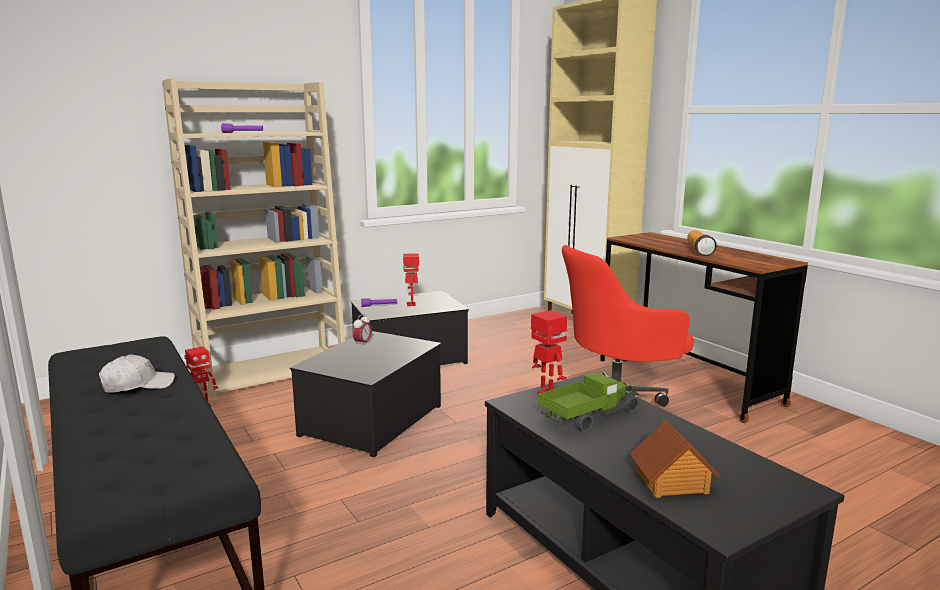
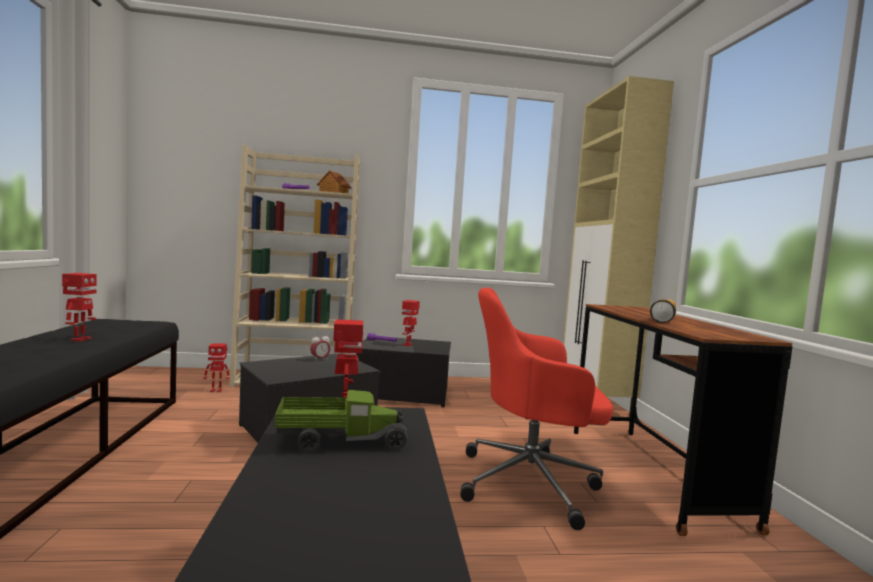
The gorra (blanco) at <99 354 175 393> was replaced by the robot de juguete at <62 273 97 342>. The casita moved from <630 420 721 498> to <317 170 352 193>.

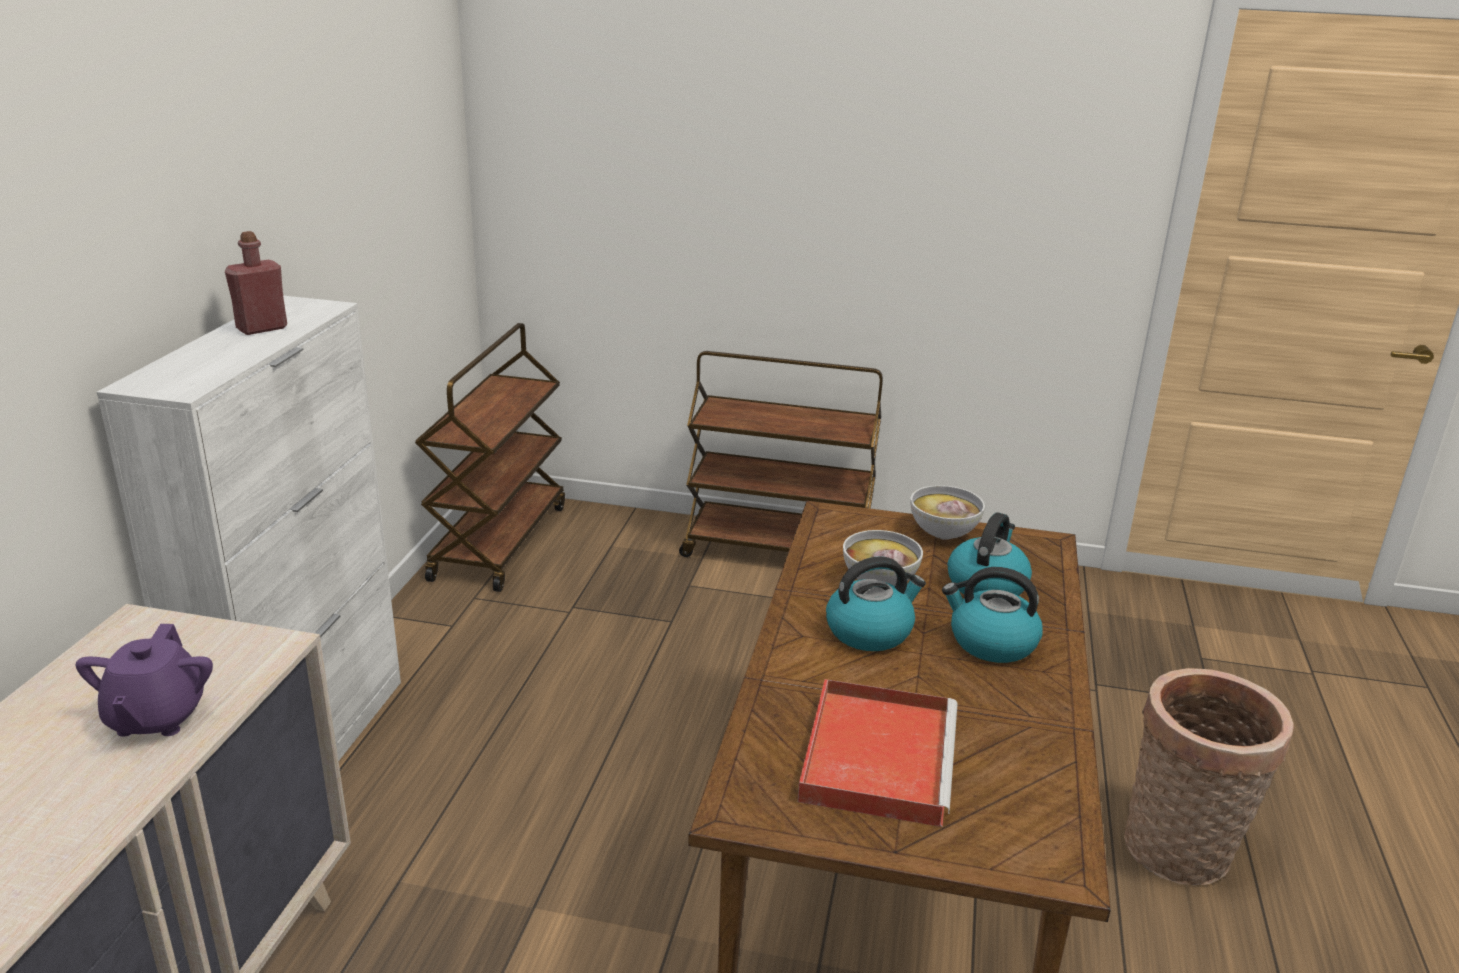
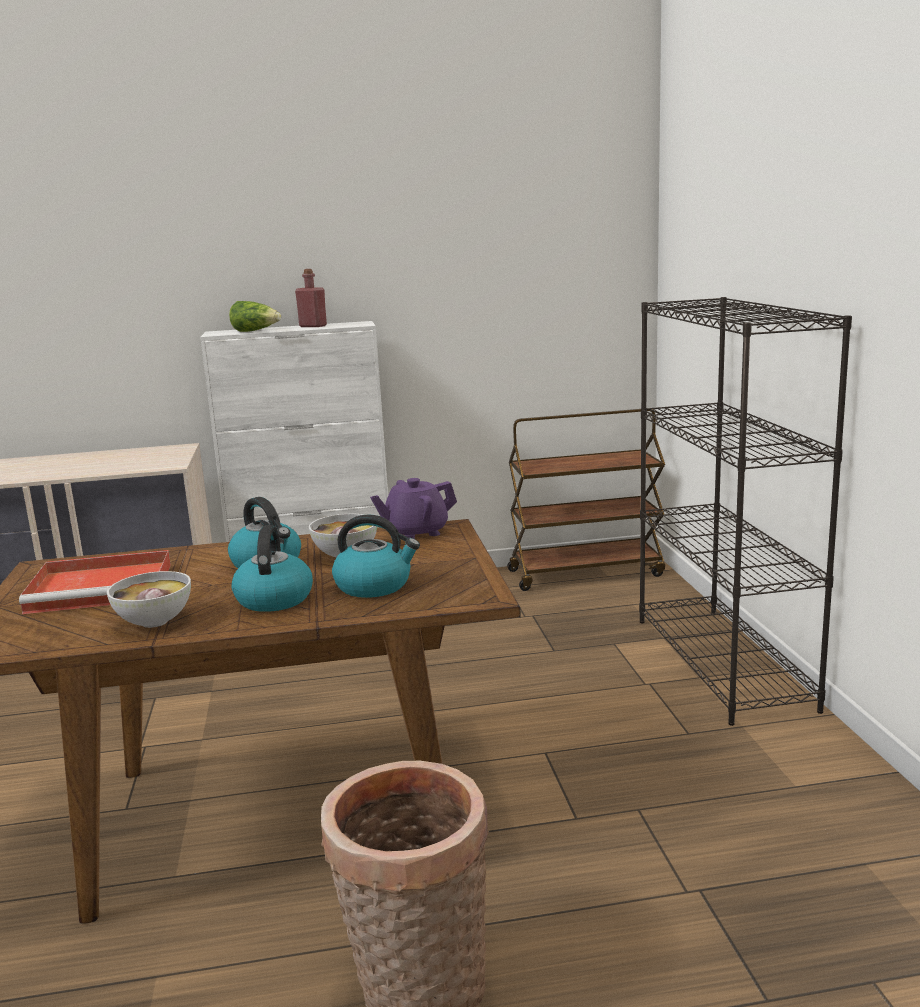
The carrito (marrón) at <679 351 883 557> was replaced by the estantería (negro) at <639 297 852 726>. The cuenco moved from <910 485 985 540> to <107 571 191 628>. The tetera (morado) moved from <76 624 213 737> to <370 478 457 539>. The lechuga at <229 301 281 332> appeared.

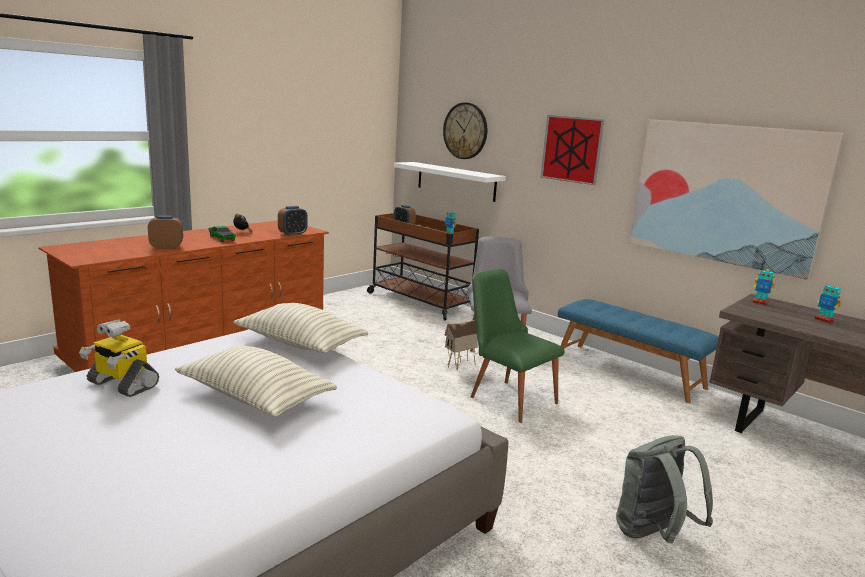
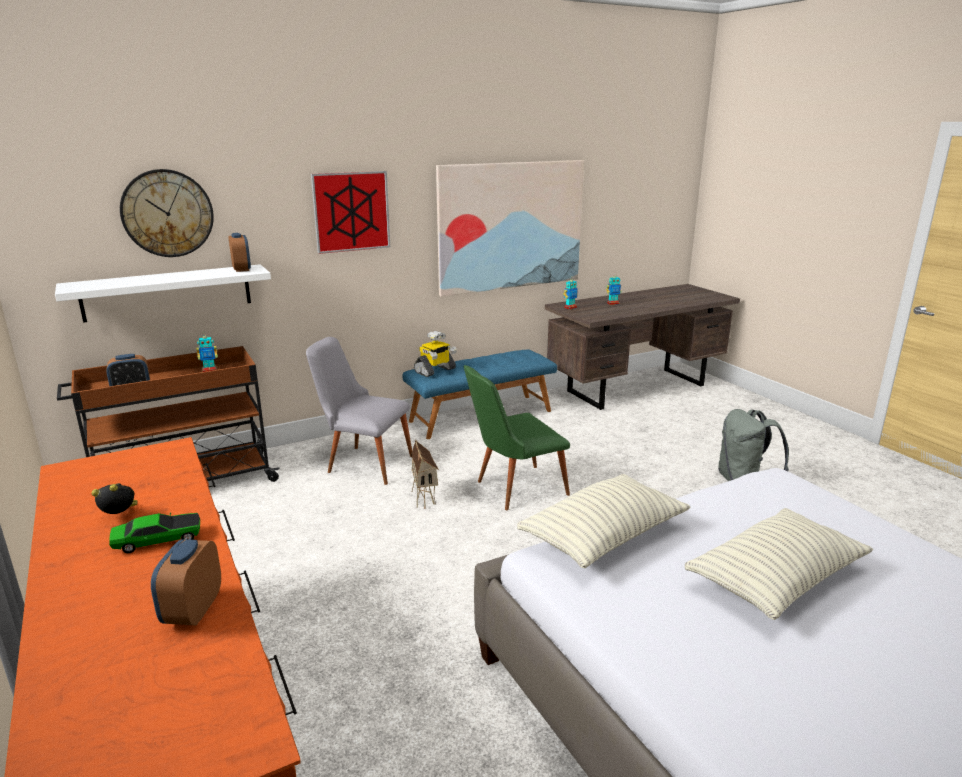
The despertador moved from <278 206 308 236> to <228 233 251 272>. The robot de juguete moved from <79 319 159 397> to <414 331 457 377>.

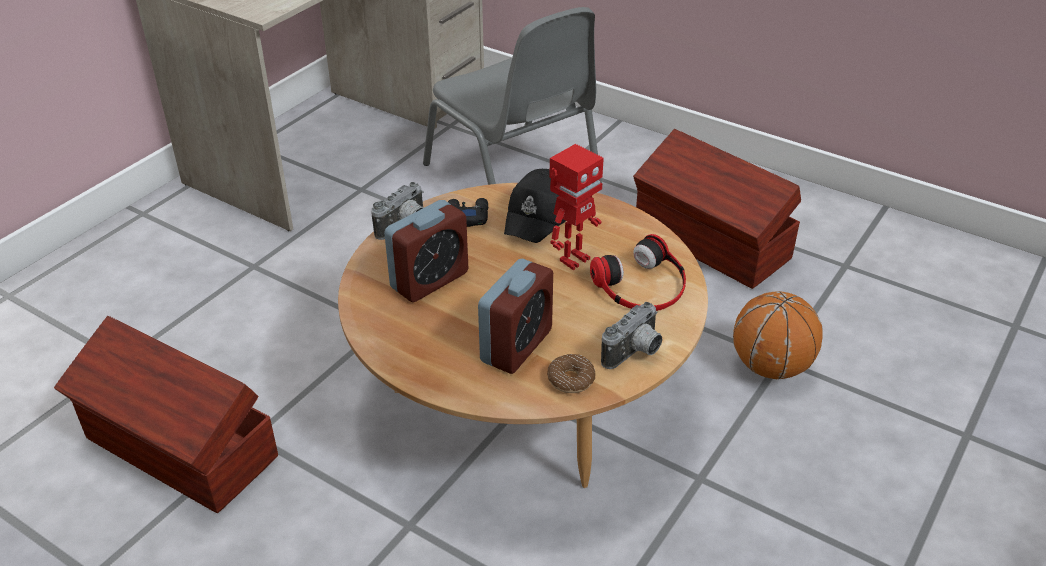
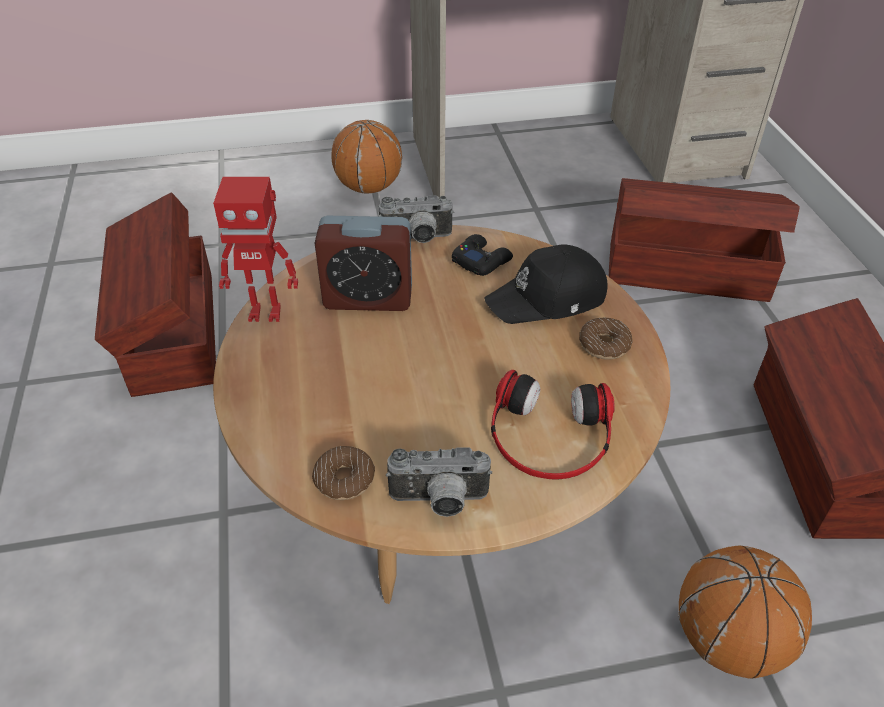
The silla (gris) at <423 7 602 185> was replaced by the caja de almacenaje (marrón) at <609 178 800 302>. The robot de juguete moved from <549 144 604 270> to <213 177 298 322>. The despertador at <478 259 553 374> disappeared. The balón de baloncesto at <332 120 402 193> appeared. The rosquilla at <579 318 632 360> appeared.

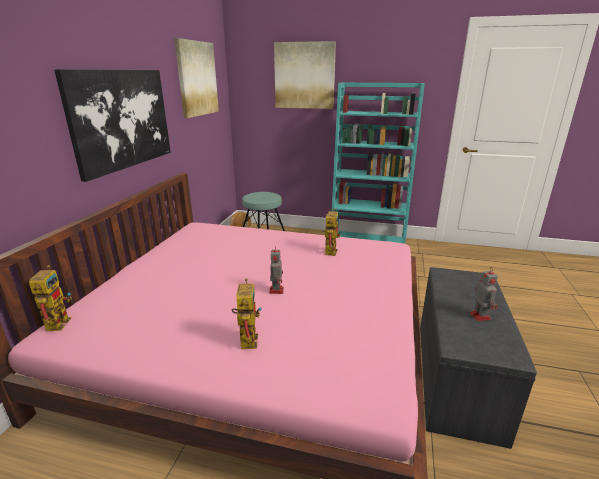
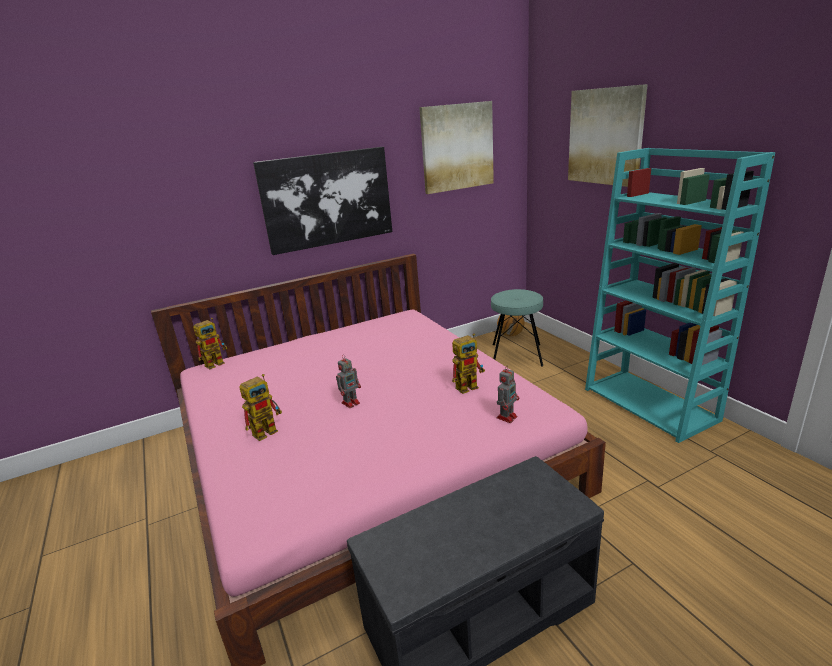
The robot de juguete moved from <470 268 498 321> to <497 365 519 423>.

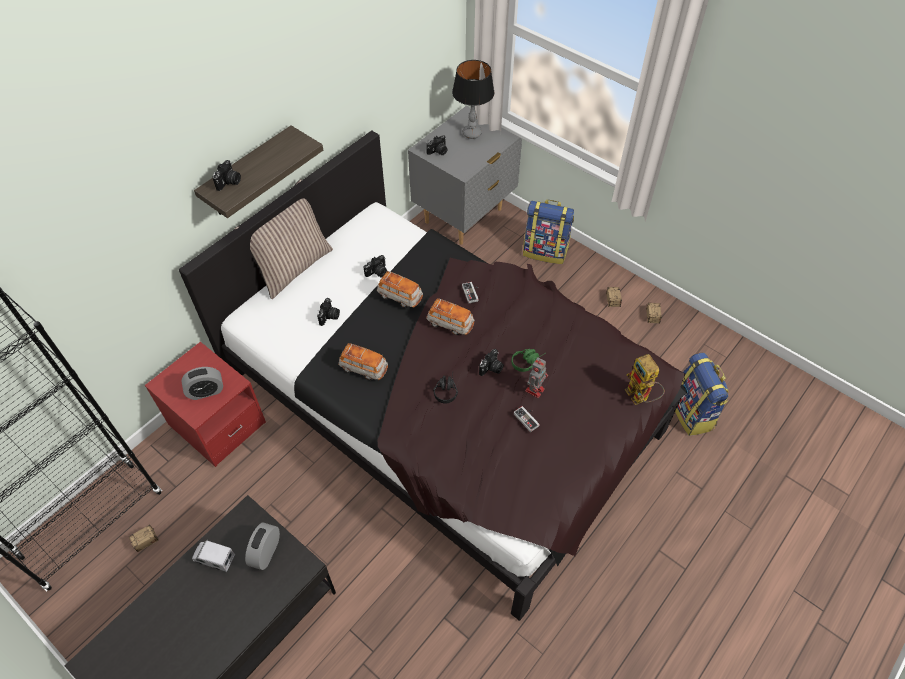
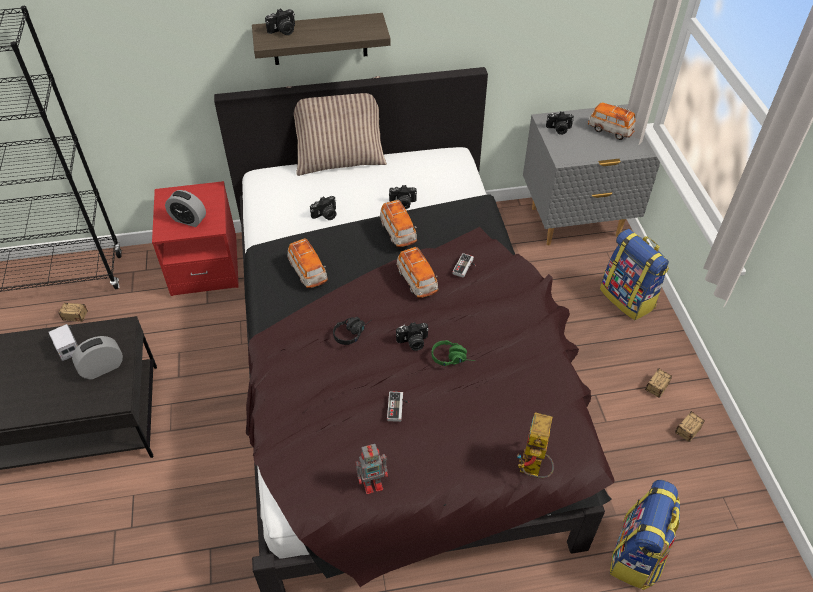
The lámpara de mesa at <452 60 494 139> was replaced by the coche de juguete at <588 103 636 140>. The robot de juguete moved from <525 357 548 398> to <356 444 388 494>.

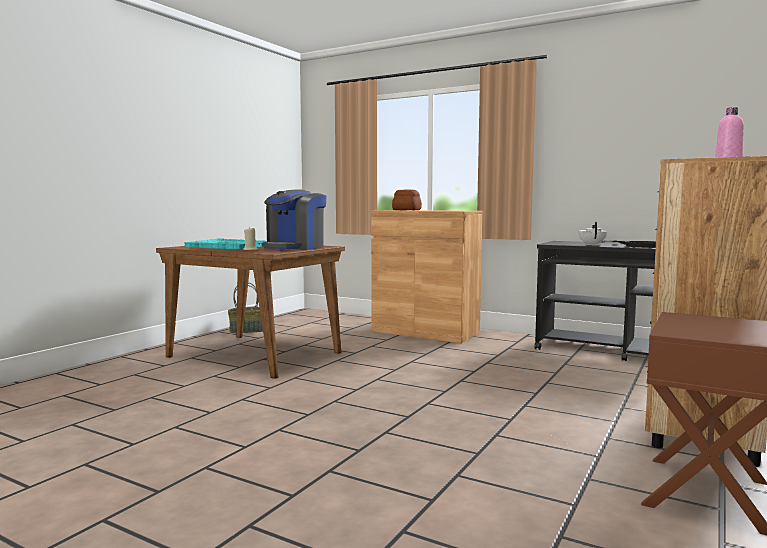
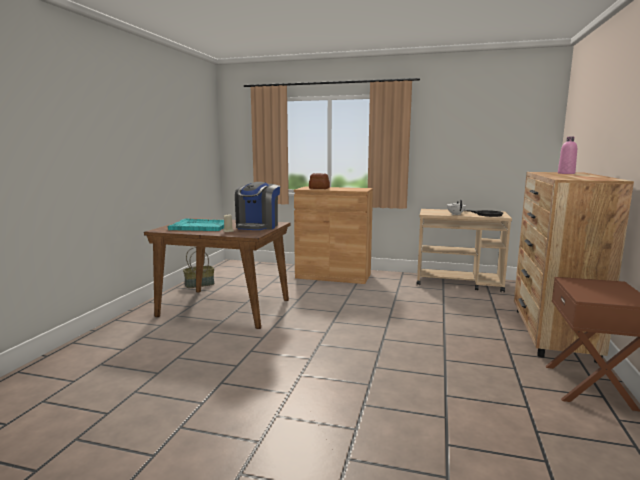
The carrito (negro) at <534 241 656 361> became the carrito (beis) at <416 209 512 292>.

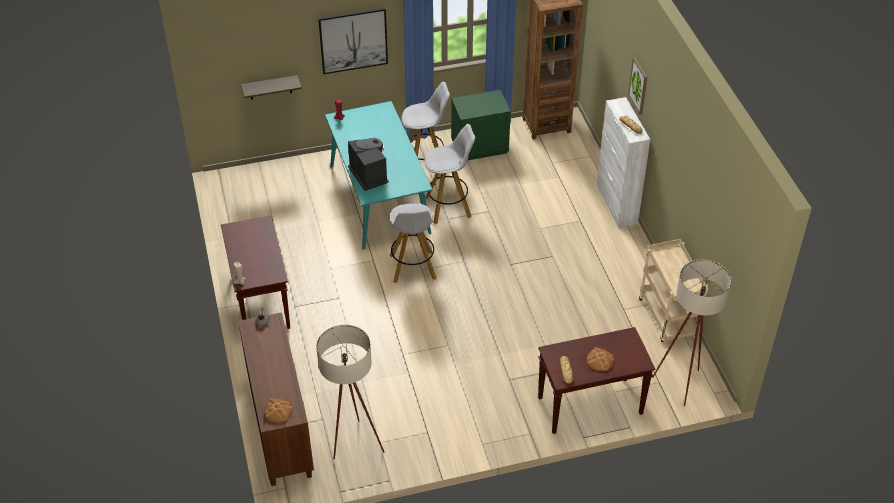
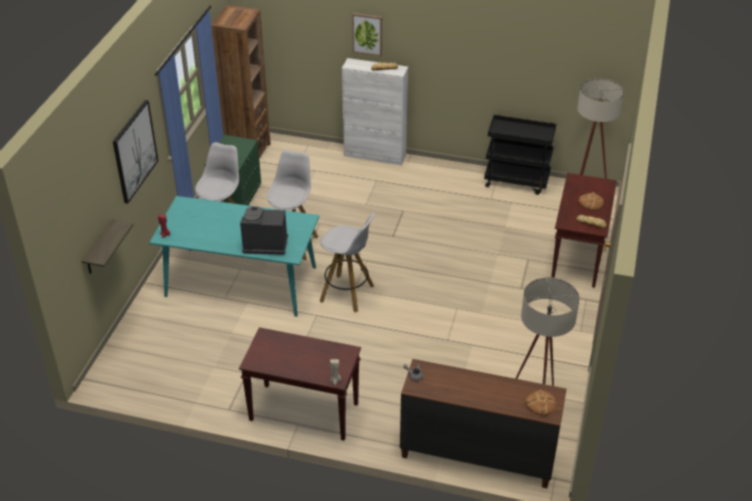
The carrito (beis) at <639 239 709 342> became the carrito (negro) at <484 115 556 195>.

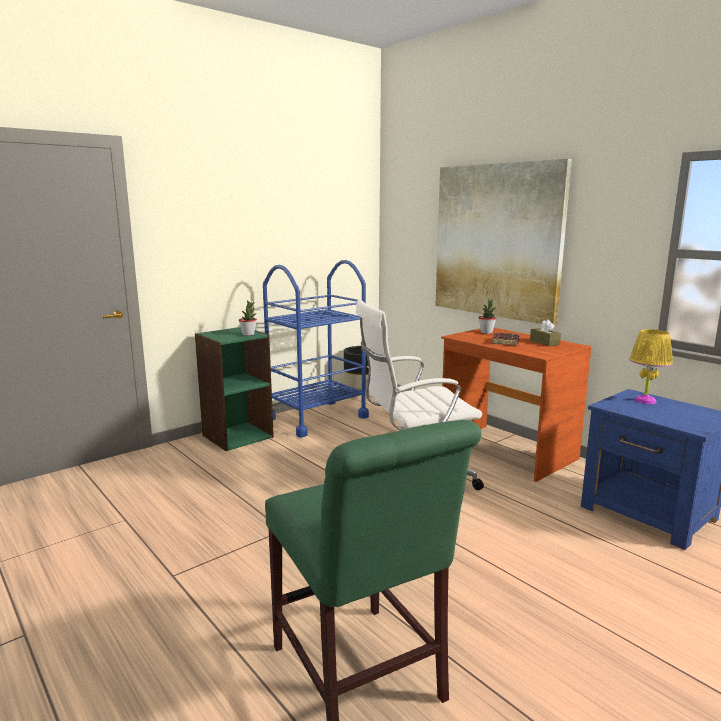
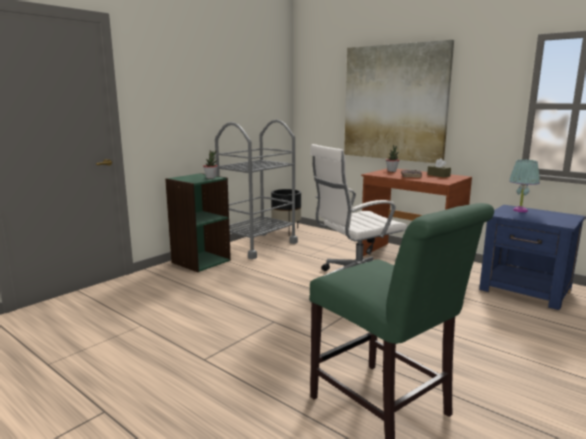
The carrito (azul) at <263 260 369 437> became the carrito (gris) at <215 120 298 259>. The lámpara de mesa (amarillo) at <629 329 673 404> became the lámpara de mesa (turquesa) at <509 160 540 212>.

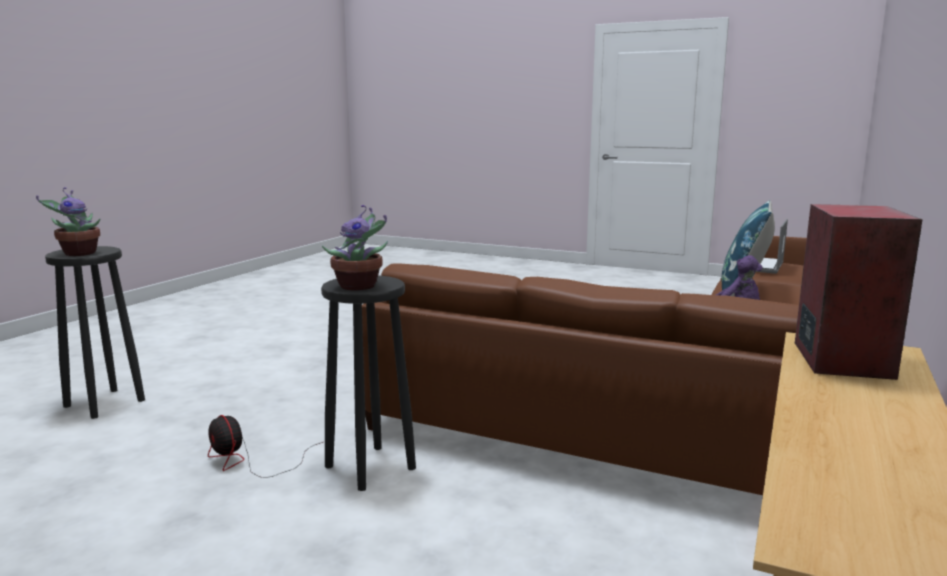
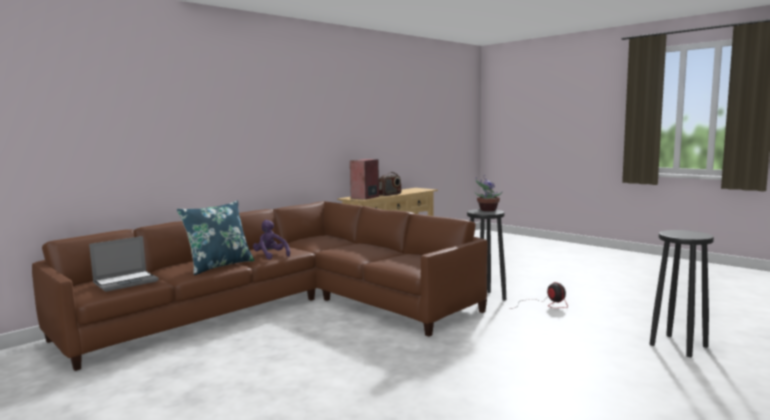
The planta en maceta at <36 187 101 256> disappeared. The radio at <379 172 402 196> appeared.

